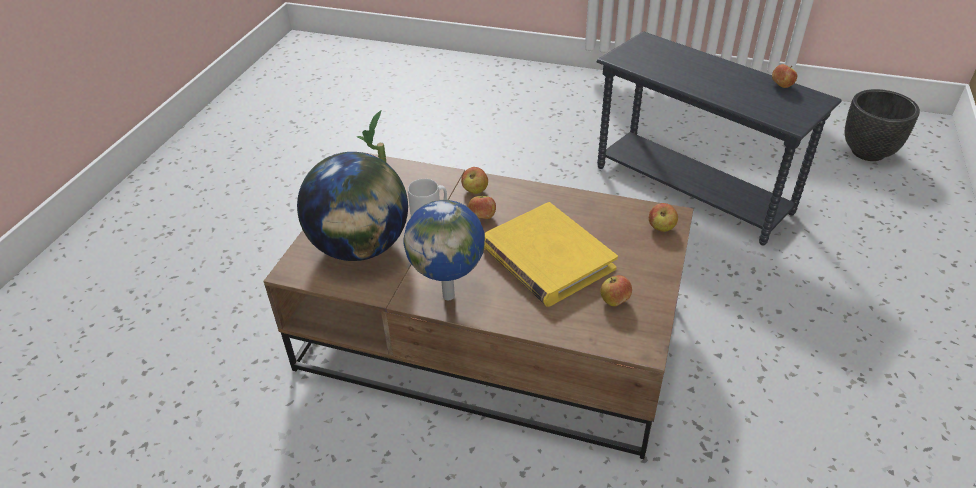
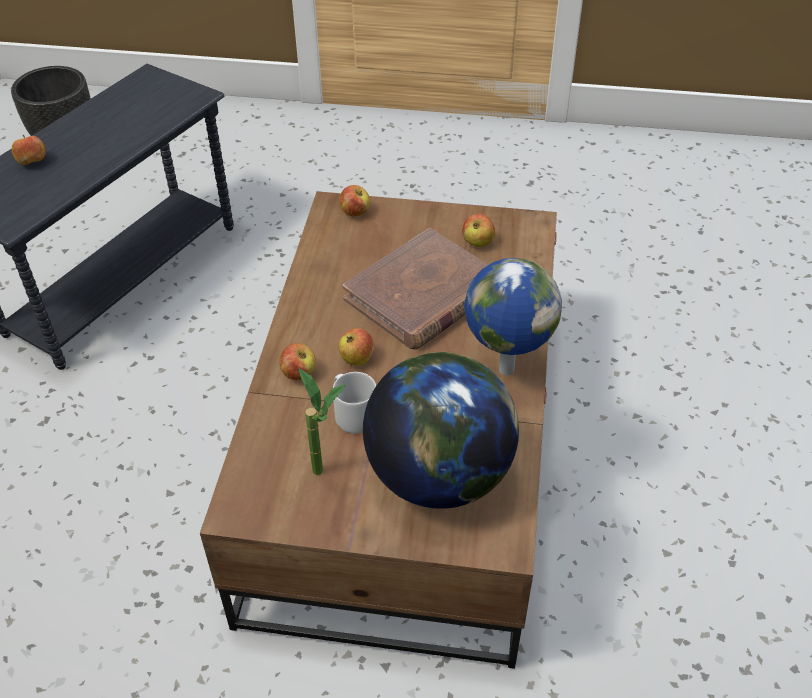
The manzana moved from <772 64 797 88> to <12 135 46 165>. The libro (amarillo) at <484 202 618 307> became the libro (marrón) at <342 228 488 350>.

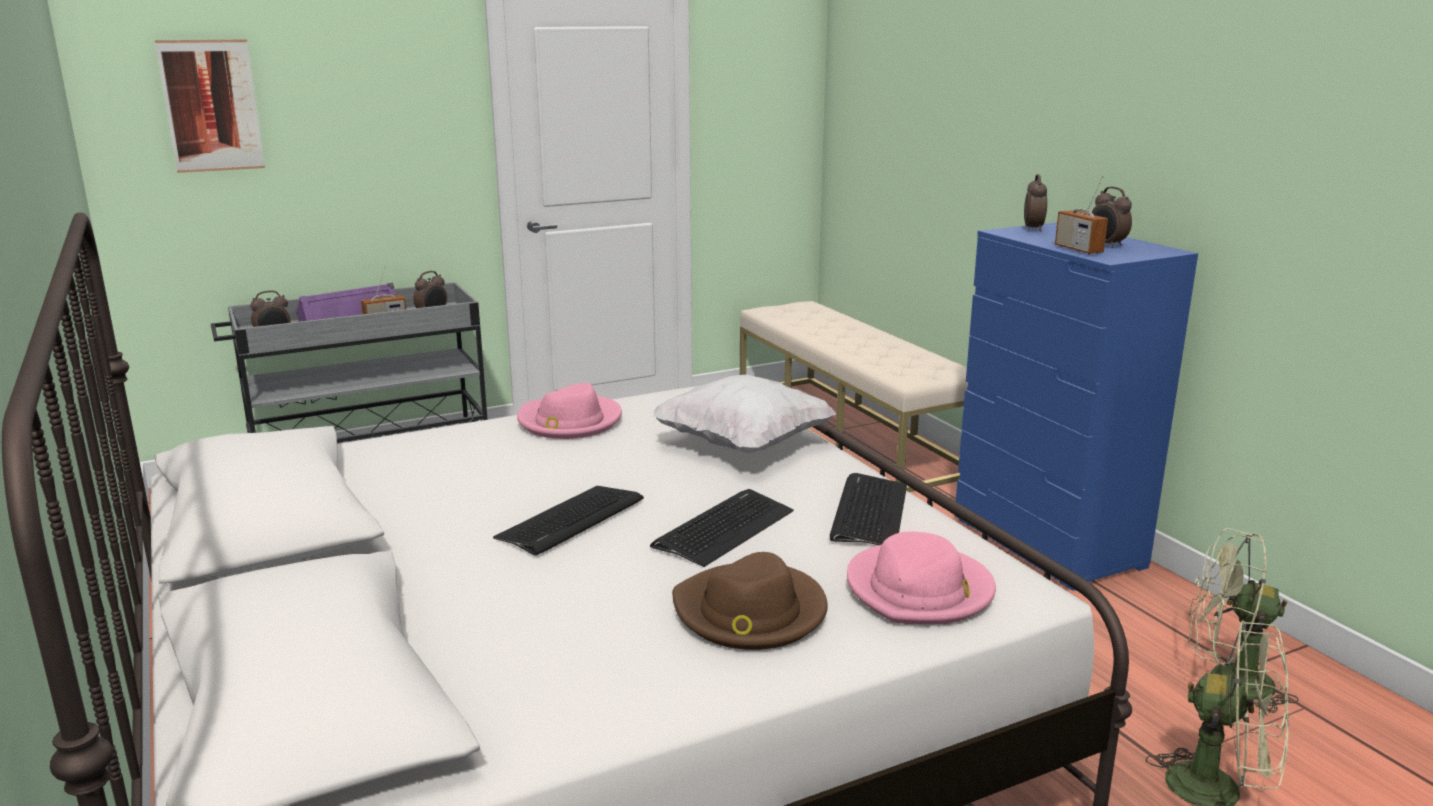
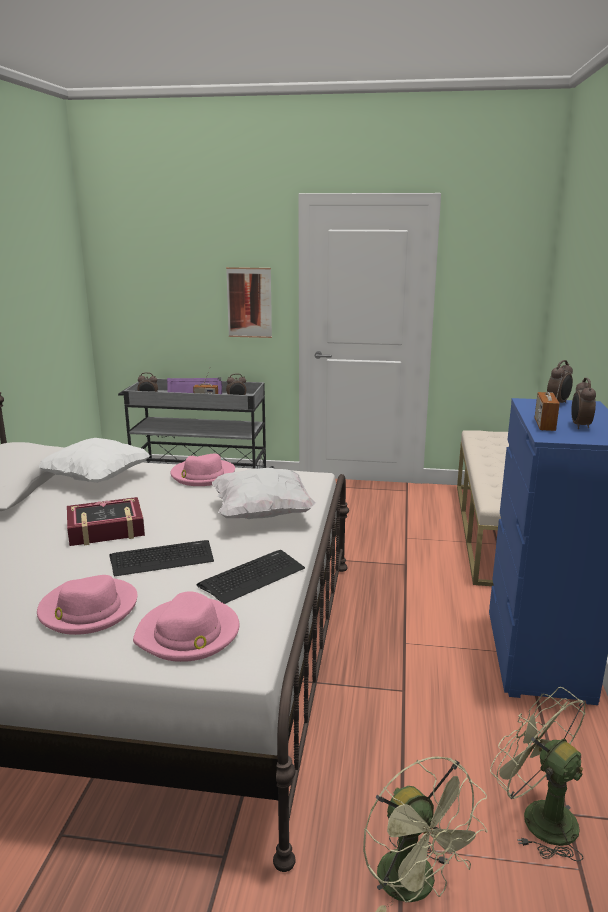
The cuadro moved from <155 39 265 173> to <226 267 272 338>. The teclado at <493 486 644 556> was replaced by the libro at <67 497 145 546>. The sombrero (marrón) at <672 552 828 650> became the sombrero (rosa) at <37 575 137 635>. The cojín (blanco) at <39 438 150 483> appeared.

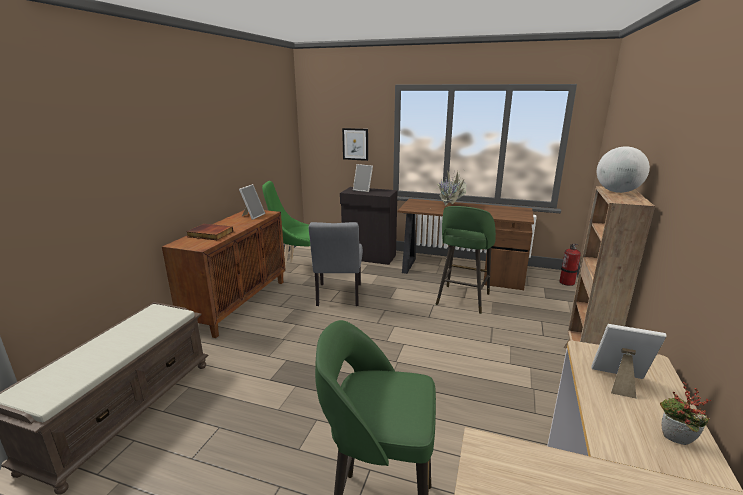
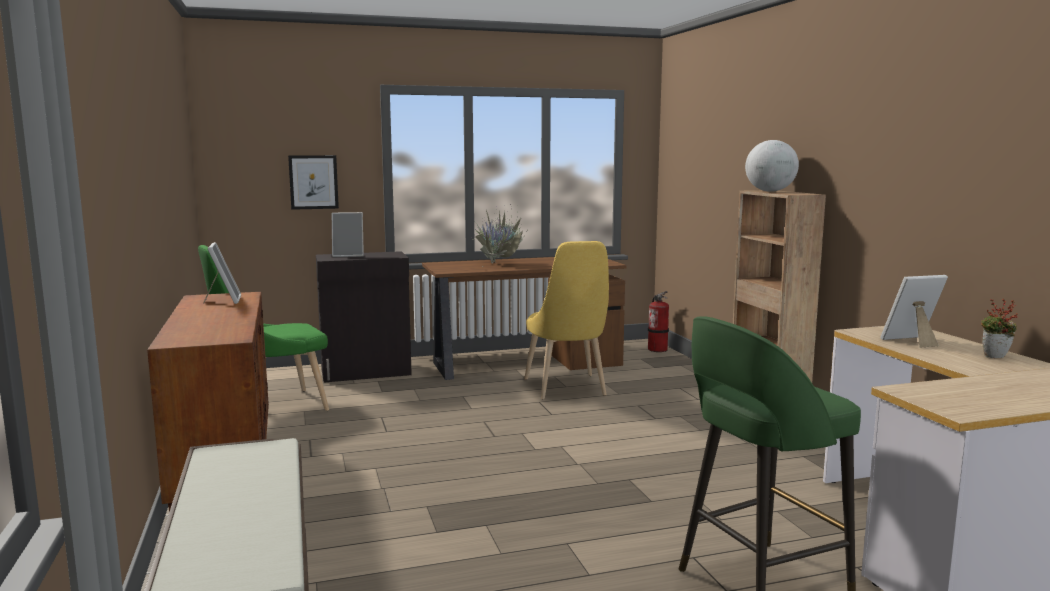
The taburete (verde) at <436 206 496 314> was replaced by the silla (amarillo) at <524 241 609 400>. The silla (gris) at <309 222 363 306> disappeared. The libro at <186 224 233 240> disappeared.

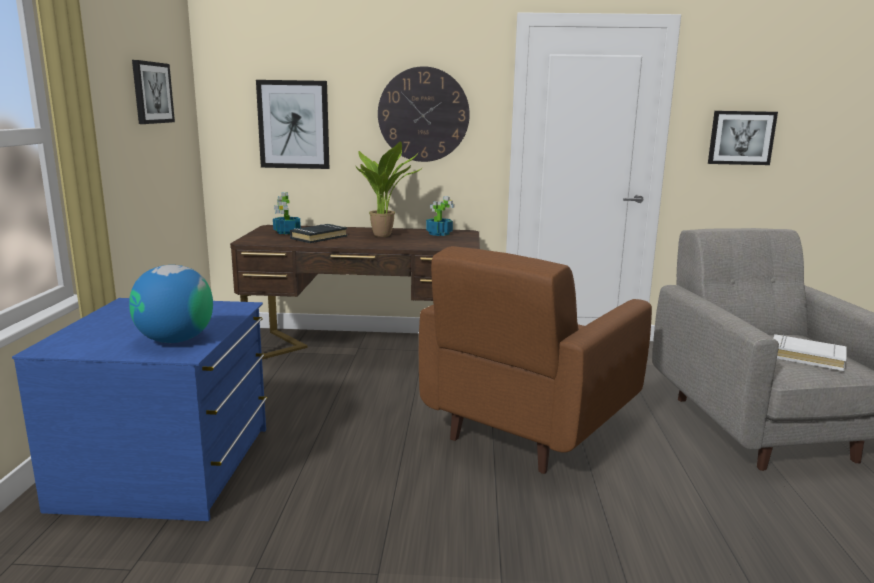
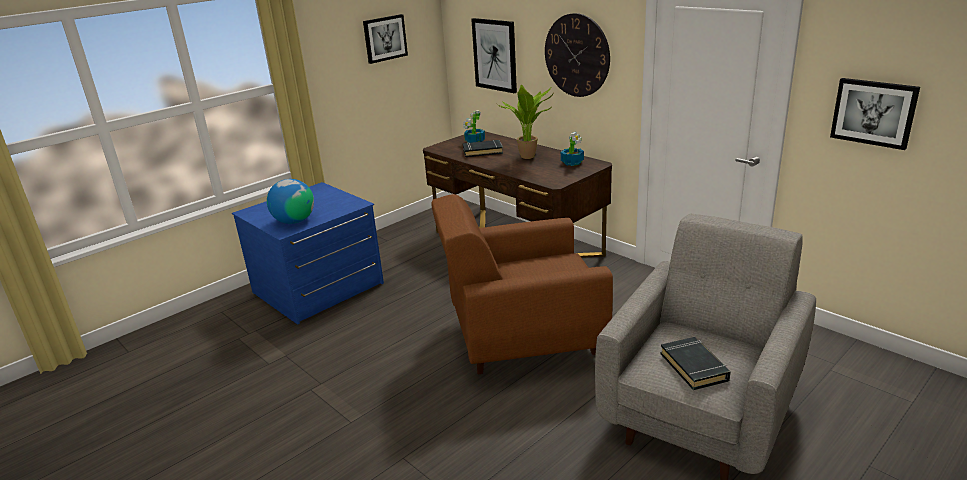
The libro (blanco) at <774 334 847 371> became the libro (negro) at <660 337 731 390>.

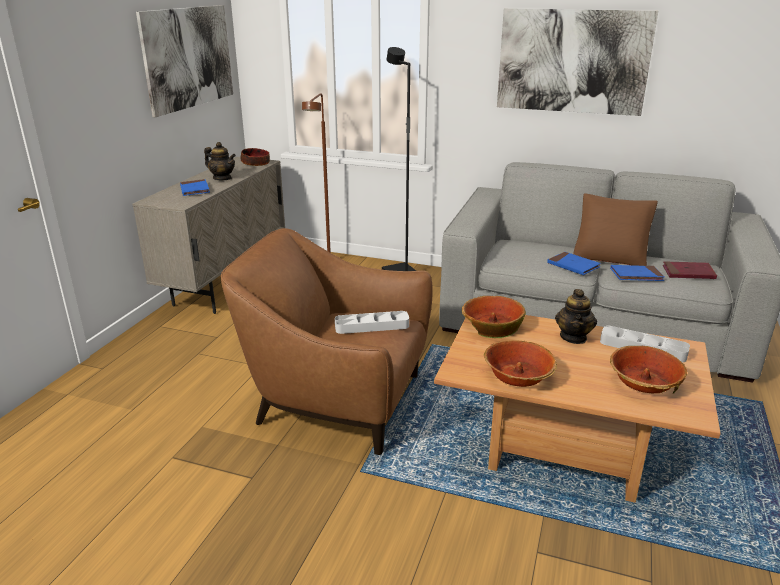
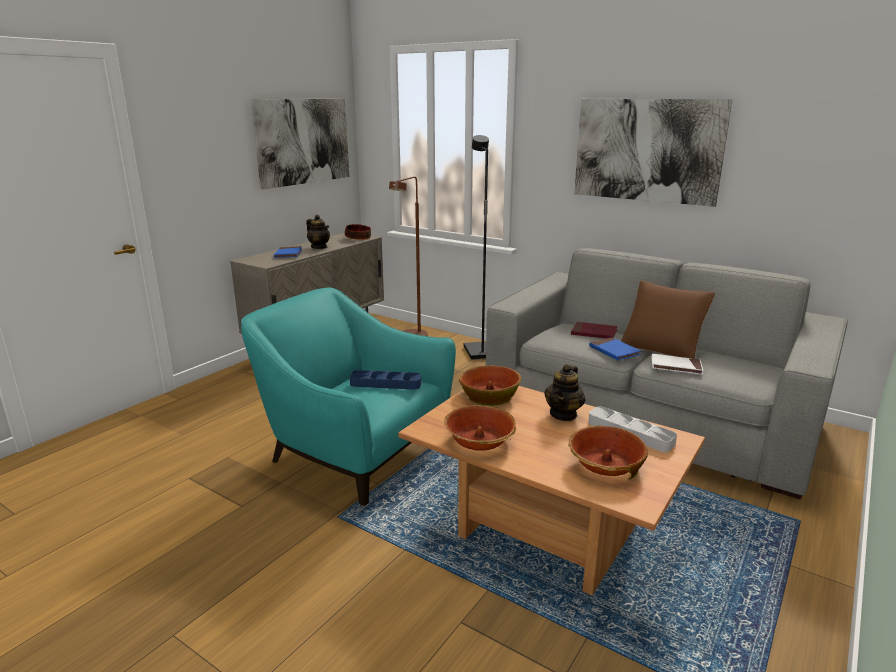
The sillón (marrón) at <221 228 433 455> became the sillón (turquesa) at <241 288 456 506>. The libro (rojo) moved from <663 261 717 279> to <571 322 617 339>. The libro (azul) at <610 265 665 281> became the libro (blanco) at <651 354 704 375>. The bandeja (gris) at <335 311 409 334> became the bandeja (azul) at <350 370 421 390>.

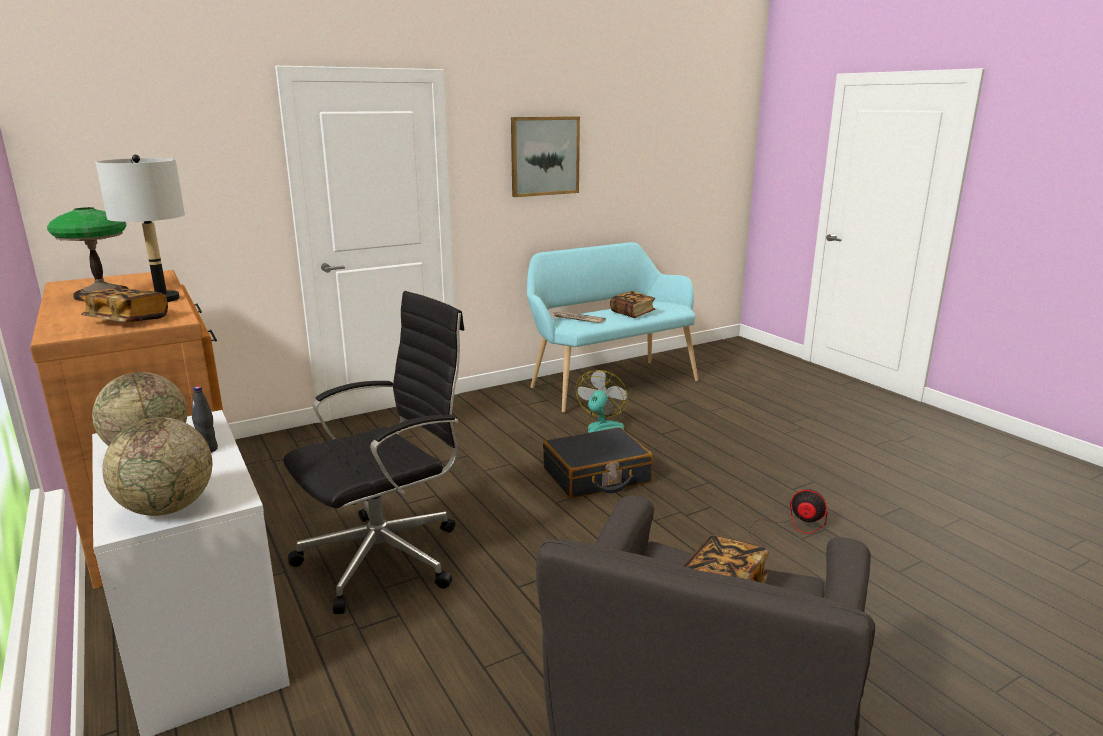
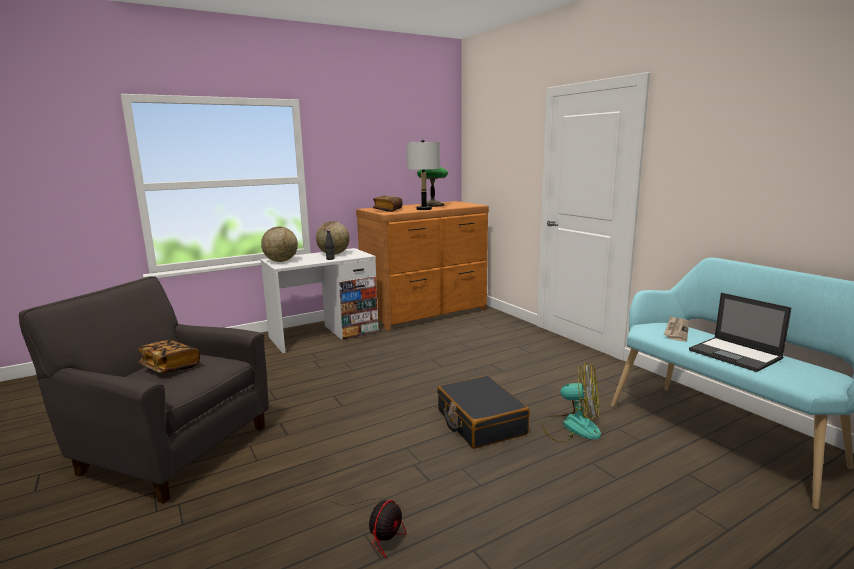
The cuadro at <511 116 580 197> disappeared. The silla de oficina (negro) at <283 291 465 614> disappeared. The libro at <610 291 656 318> was replaced by the portátil at <689 293 791 372>.

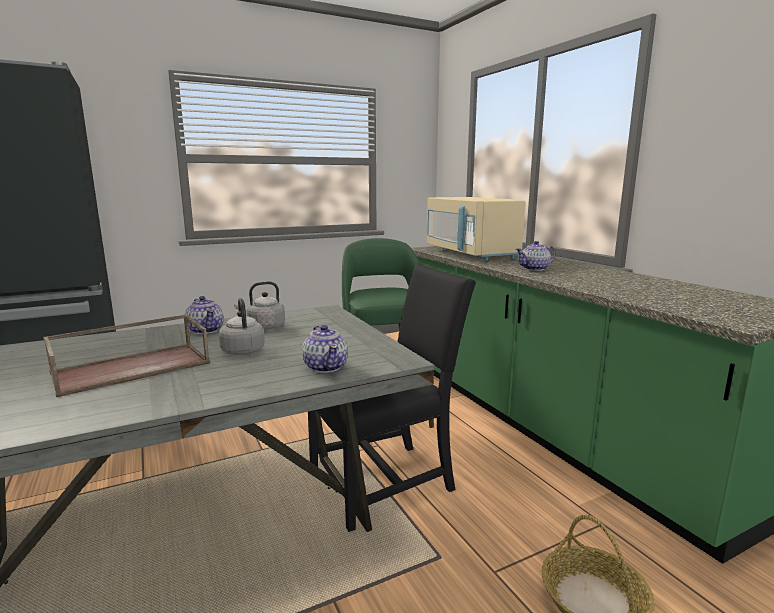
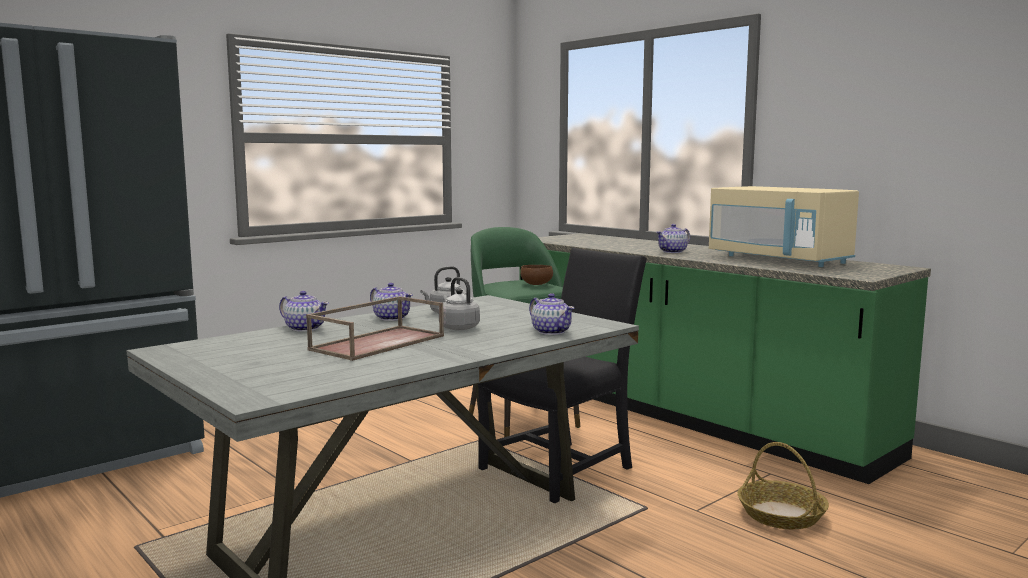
The microondas (beis) moved from <427 197 525 261> to <709 186 859 267>. The cuenco (marrón) at <520 265 553 285> appeared. The tetera at <279 291 329 332> appeared.

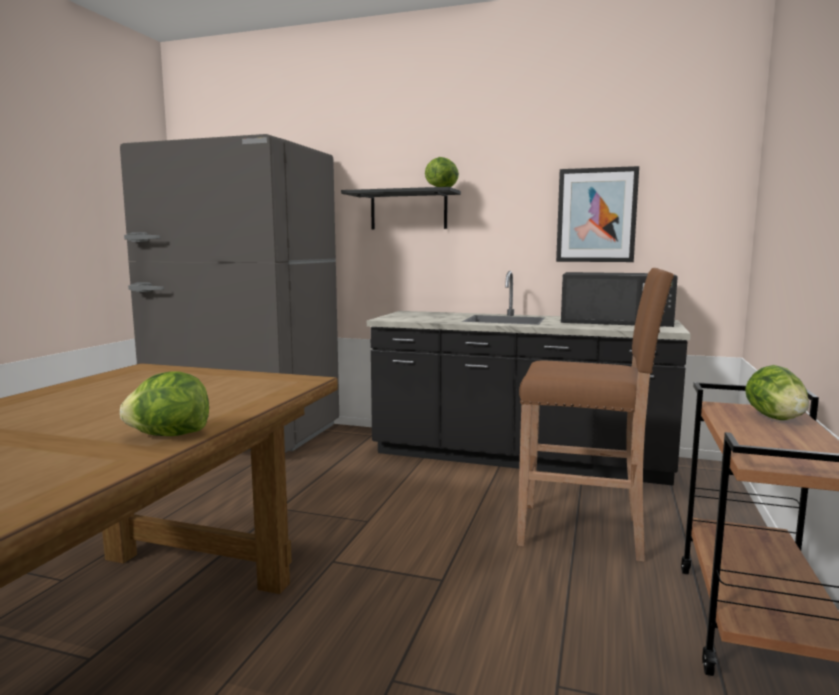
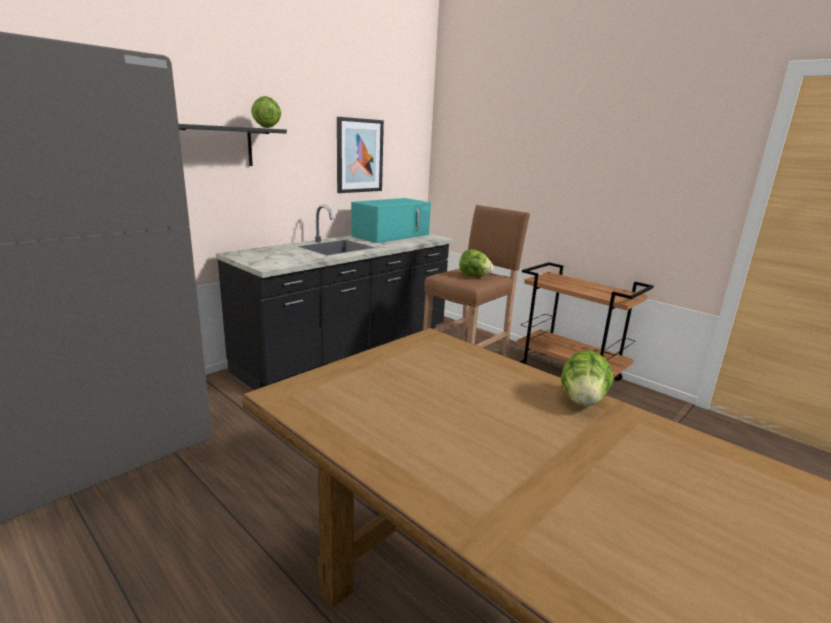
The microondas (negro) at <561 272 678 327> became the microondas (turquesa) at <351 198 431 243>. The lechuga moved from <745 365 809 420> to <459 249 493 277>.

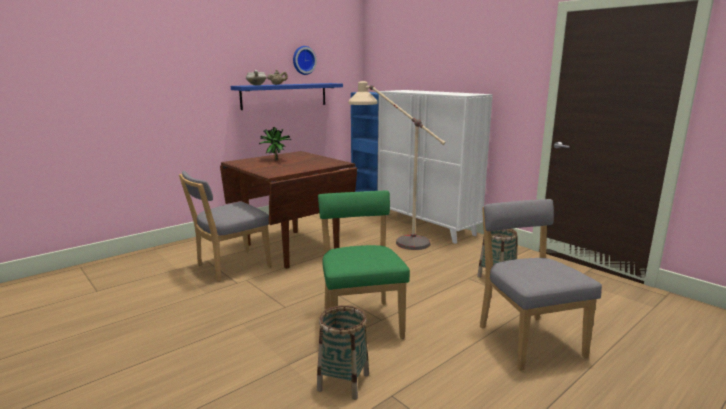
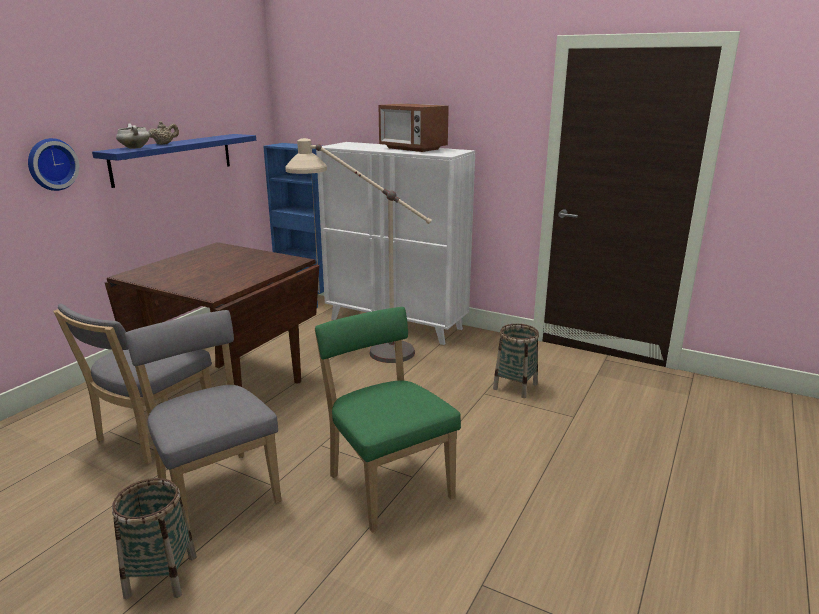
The reloj de pared moved from <293 46 317 75> to <28 138 79 191>. The planta en maceta at <259 127 291 160> disappeared. The silla (gris) moved from <480 199 602 371> to <125 310 281 532>. The cesta moved from <317 305 369 400> to <112 478 197 599>. The microondas at <378 103 449 152> appeared.

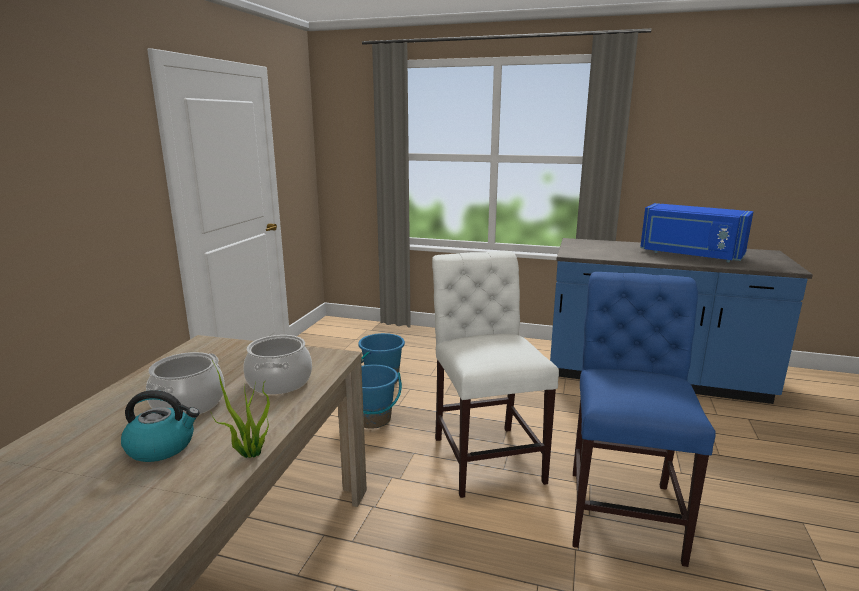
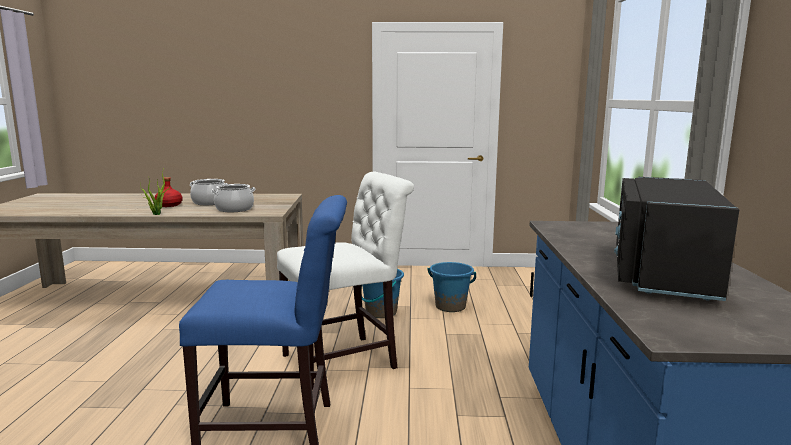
The microondas (azul) at <640 203 753 262> became the microondas (negro) at <614 177 739 301>. The hervidor at <121 390 200 462> was replaced by the botella (rojo) at <155 177 183 207>.

